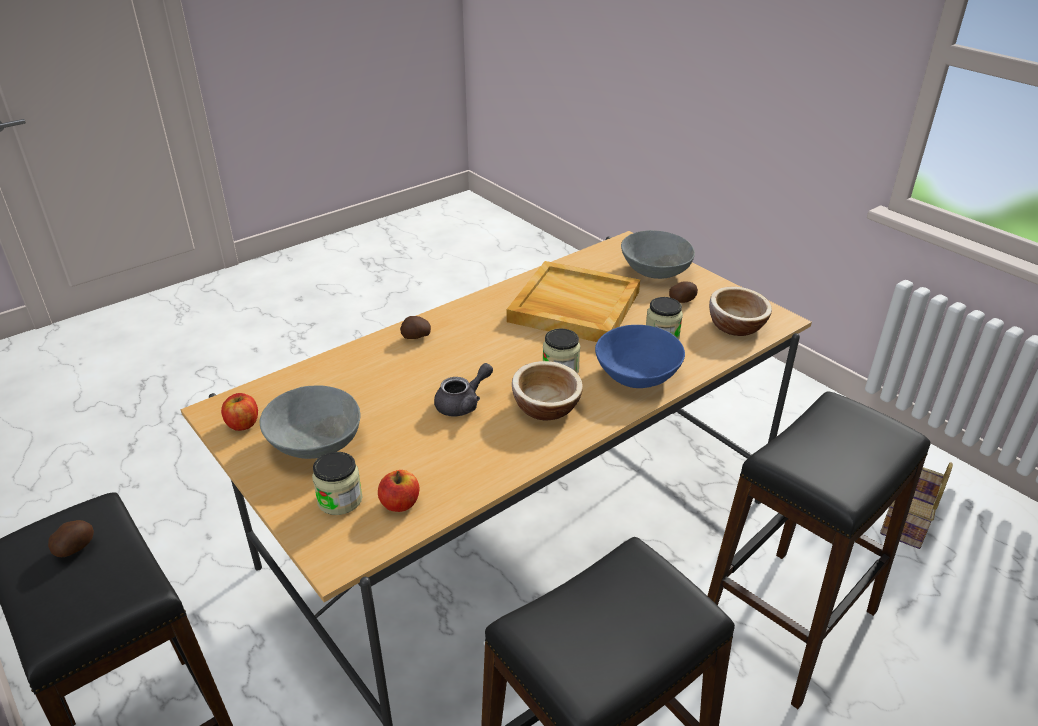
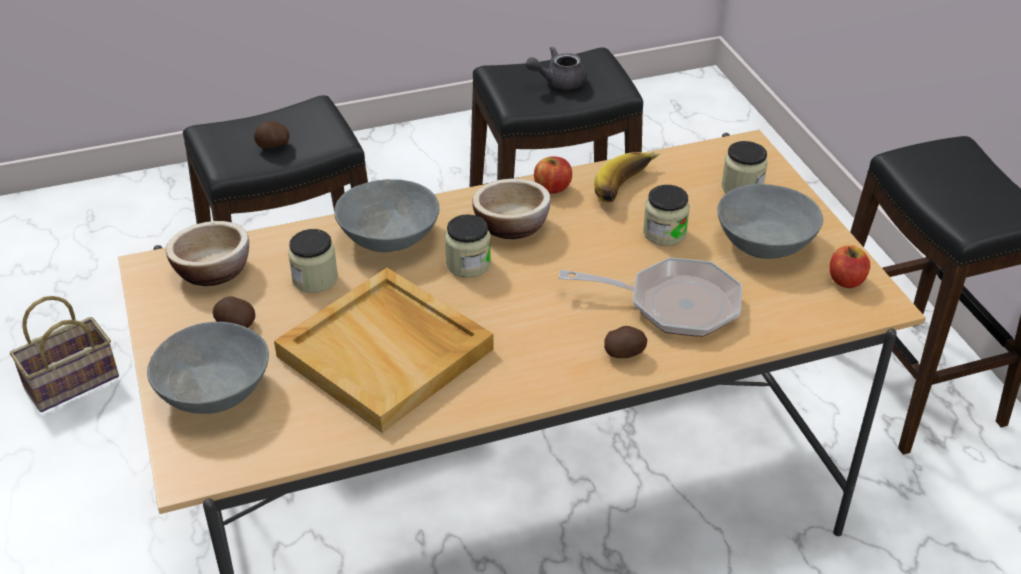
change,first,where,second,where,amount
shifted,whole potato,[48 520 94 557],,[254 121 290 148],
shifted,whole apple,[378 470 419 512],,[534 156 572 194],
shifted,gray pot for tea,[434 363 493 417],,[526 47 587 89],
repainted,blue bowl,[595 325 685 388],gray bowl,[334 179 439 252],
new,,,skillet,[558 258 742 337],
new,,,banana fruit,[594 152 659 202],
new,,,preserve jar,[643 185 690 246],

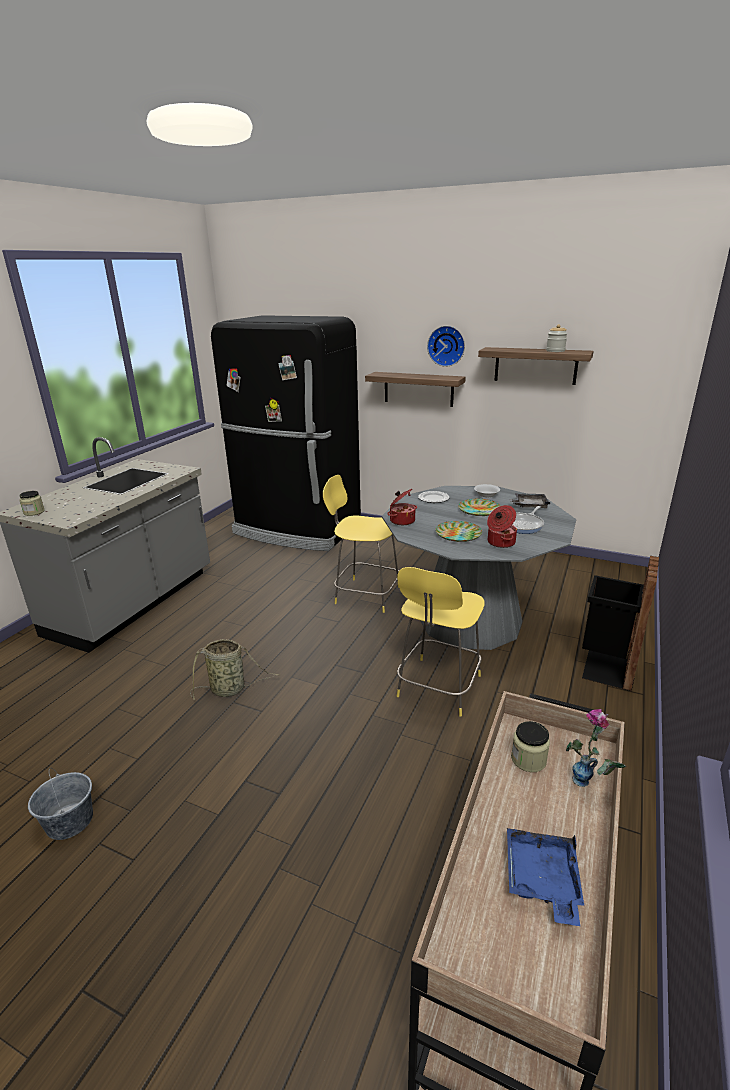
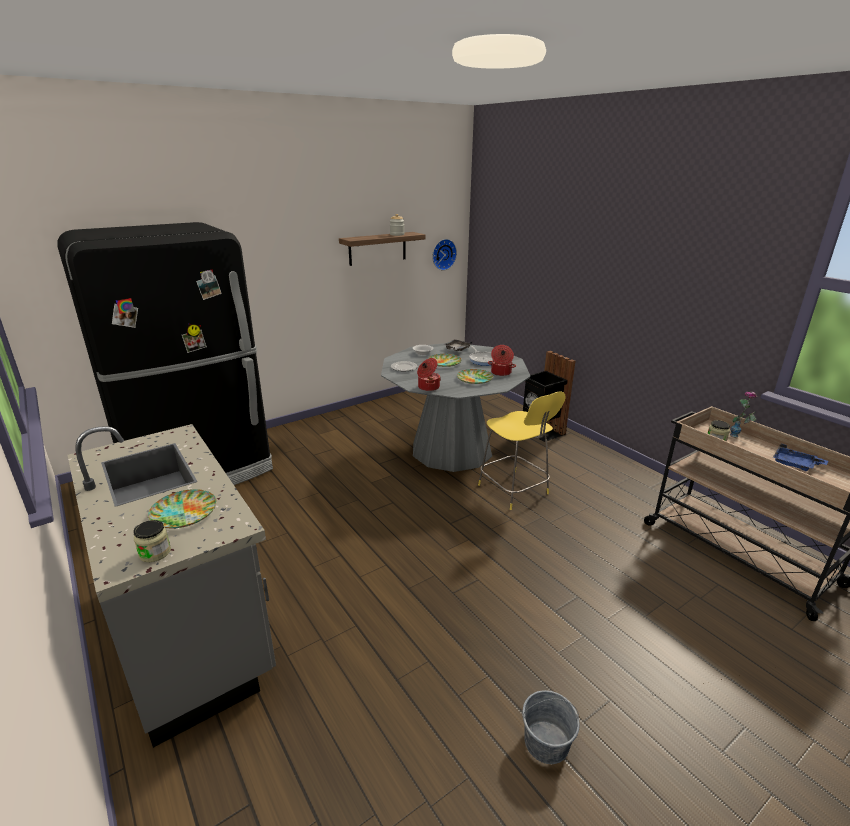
change,first,where,second,where,amount
gone,basket,[190 639 280 700],,,
gone,yellow stool,[323 475 399 613],,,
gone,wall shelf,[365 372 466 407],,,
shifted,hanging clock,[427 326 465 367],,[432 239 457 271],
new,,,plate,[148 489 217 528],

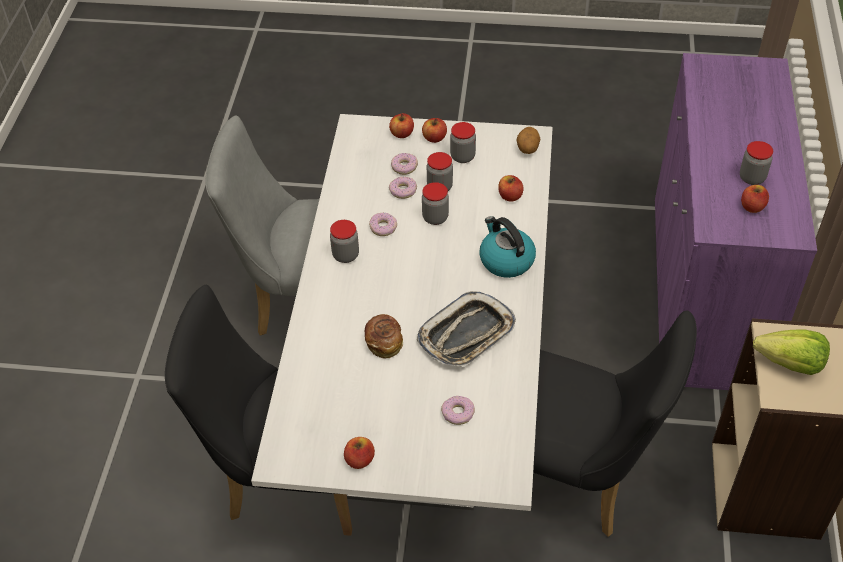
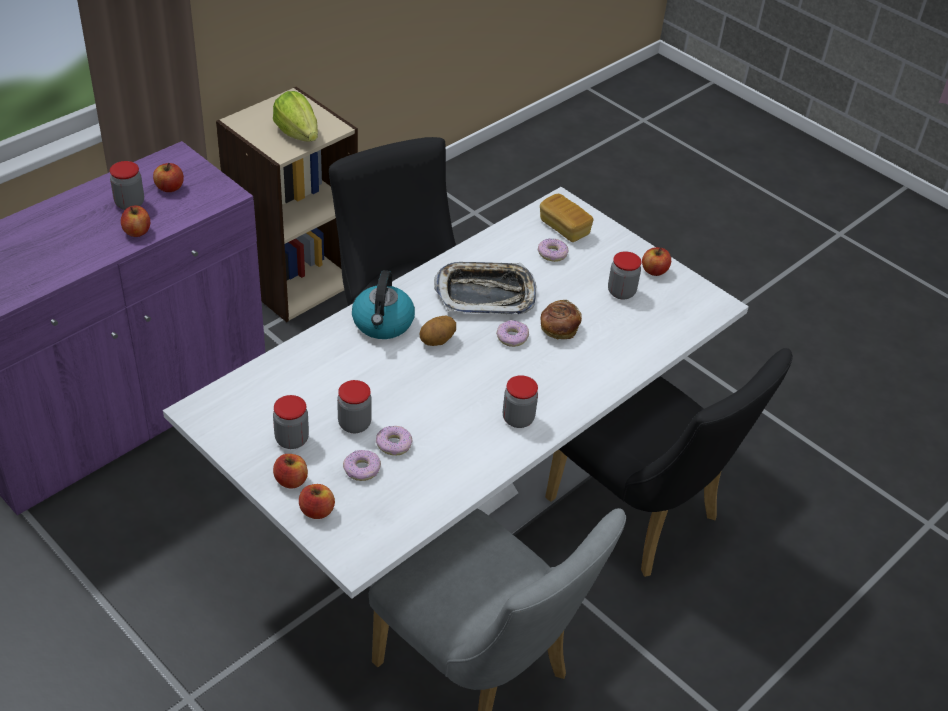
change,first,where,second,where,amount
shifted,ring doughnut,[369 213 397 236],,[496 320 529 347],
shifted,preserve jar,[422 182 449 225],,[608 251 641 300],
shifted,whole apple,[498 175 523 202],,[121 206 150 237],
shifted,whole potato,[516 127 540 154],,[419 316 456 346],
new,,,baked bread,[540 194 593 242],

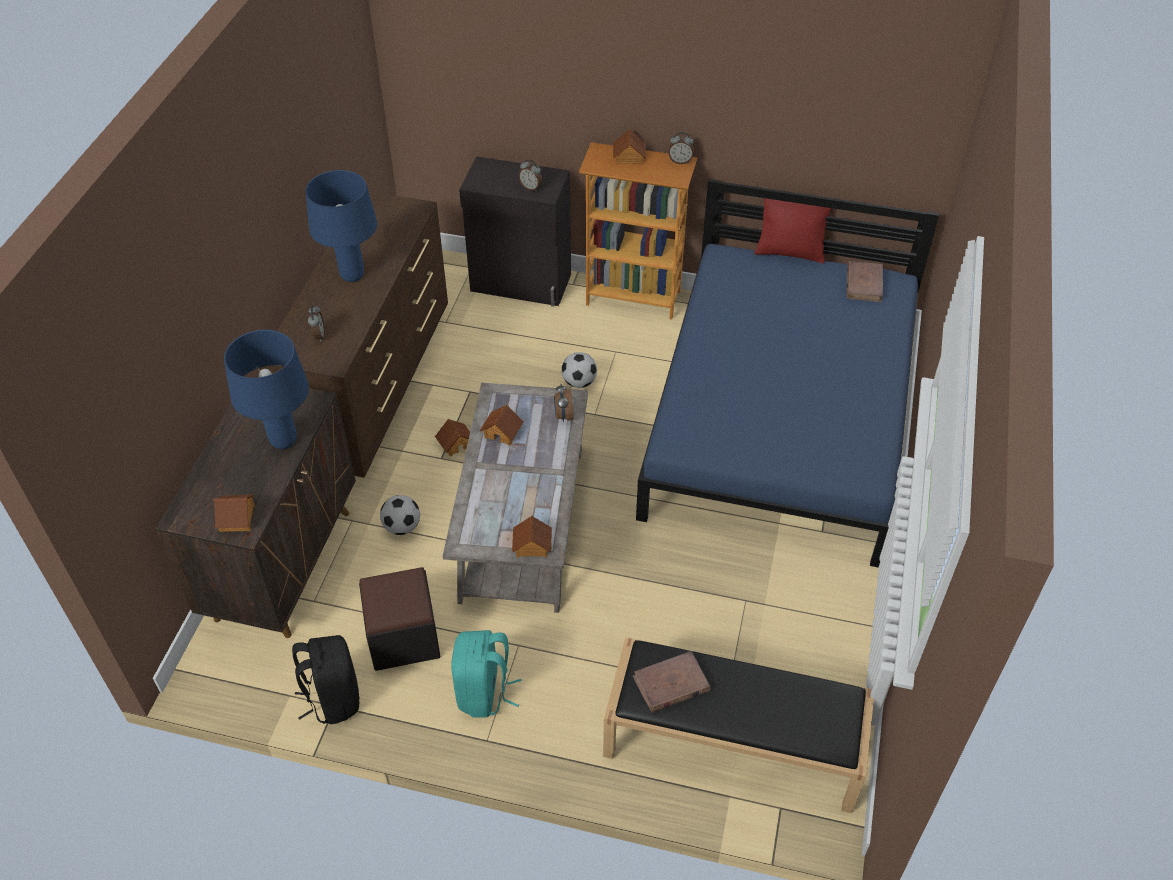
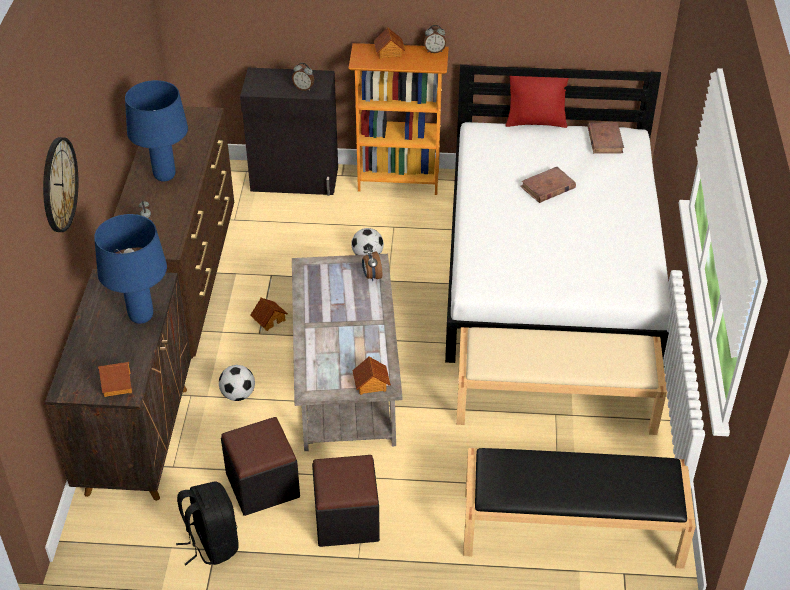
change,first,where,second,where,amount
swapped,turquoise backpack,[451 630 522 718],black ottoman,[312 455 380 547],
gone,miniature house,[480 404 523 446],,,
shifted,brownish bound book,[633 651 711 713],,[520 167 576 203],
repainted,blue bedroom bed,[636 179 939 568],white bedroom bed,[445 64 671 363],
new,,,hanging clock,[43 137 78 232],
new,,,beige bench,[456 327 667 435],

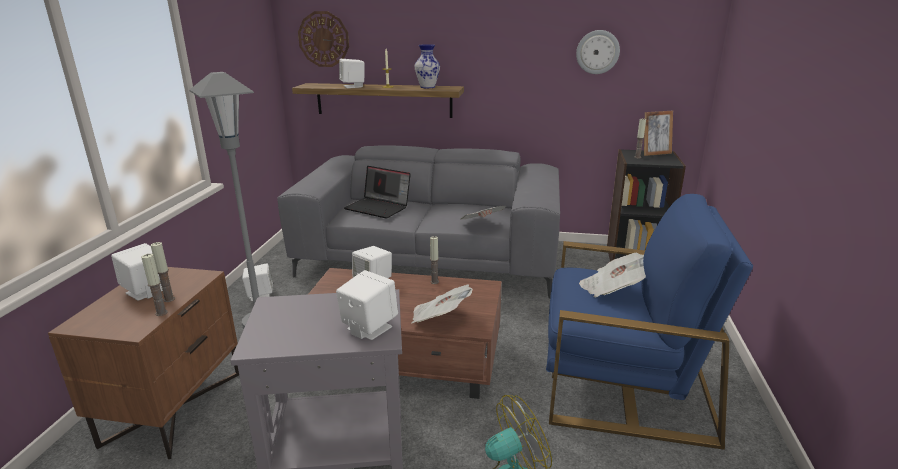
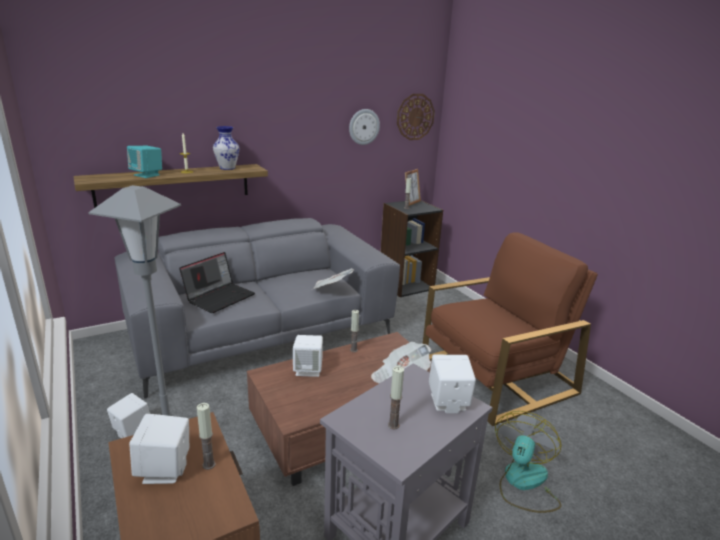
change,first,where,second,where,amount
shifted,candle,[141 254 168 316],,[388 366 404 430],
shifted,hanging clock,[298 11 349 67],,[397 94 435 140],
repainted,white loudspeaker,[339 59 365 88],turquoise loudspeaker,[127 146 162 178],
rotated,notebook computer,[344 166 411 218],,[179 252 255 313],45 degrees counterclockwise
repainted,blue armchair,[546 194 753 450],brownish armchair,[423 232 598 426],
gone,newspaper,[579 253 646 298],,,

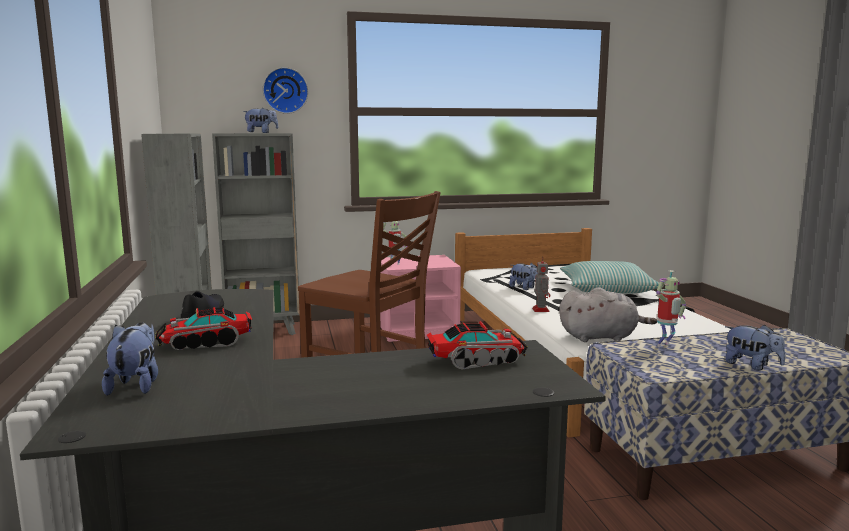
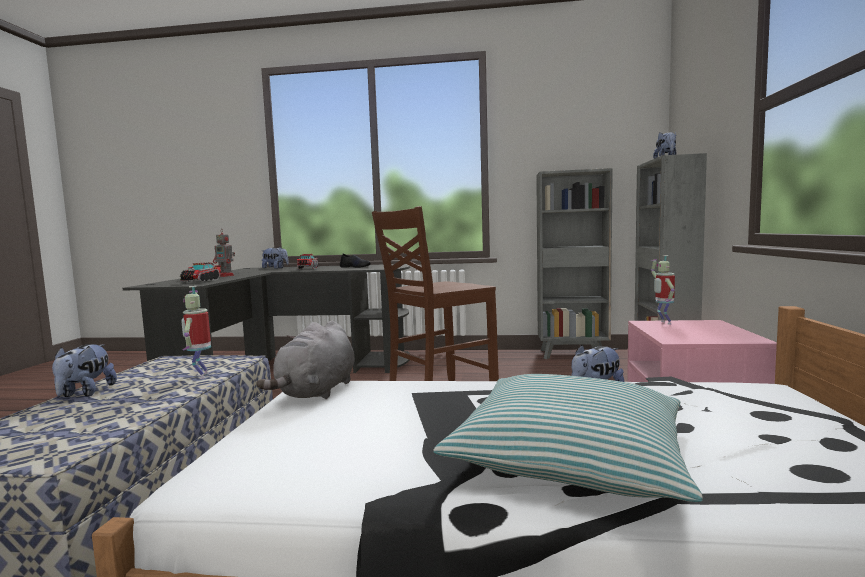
change,first,where,second,where,amount
gone,hanging clock,[263 67 308 114],,,
shifted,model robot,[532 257 550 312],,[213 229 235 277],
rotated,cuddly toy,[725 324 785 370],,[52 344 117 397],60 degrees counterclockwise

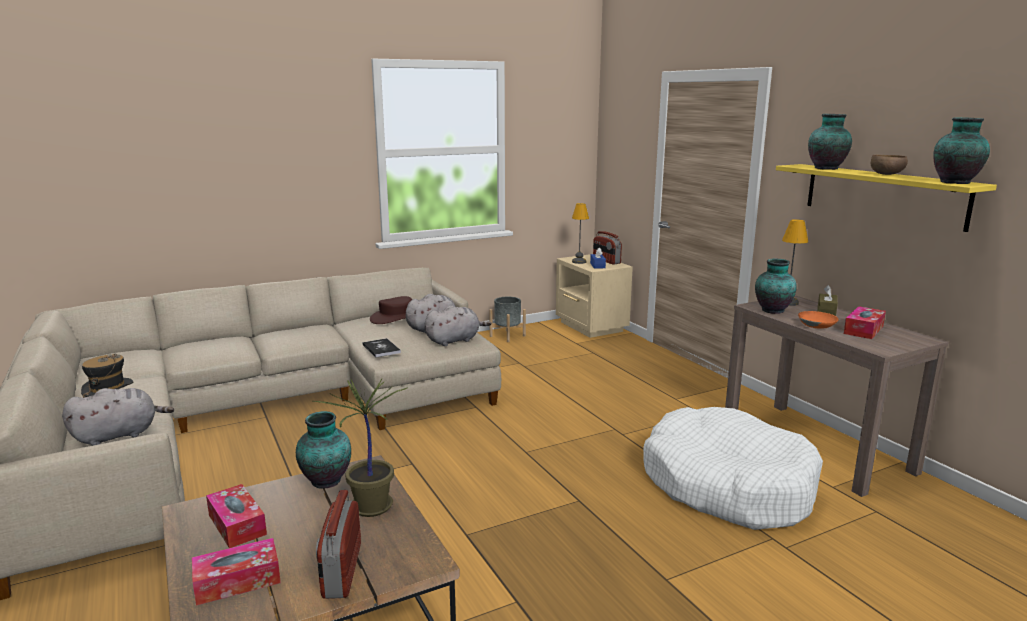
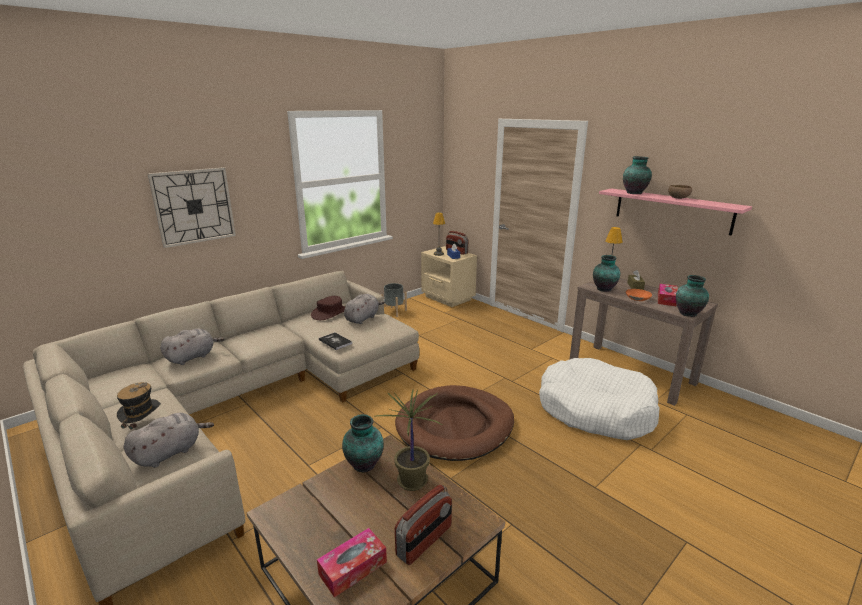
change,first,where,second,where,amount
gone,tissue holder,[206 484 267 548],,,
rotated,radio receiver,[316 490 361 599],,[395 484 452 565],120 degrees counterclockwise
shifted,gray cuddly toy,[425 305 491 346],,[160 328 225 365],
repainted,yellow wall shelf,[776 164 997 232],pink wall shelf,[599 188 752 236],
shifted,decorative vase,[933 117 990 184],,[676 275 709 317],
new,,,hanging clock,[148 167 236 248],
new,,,brownish pet bed,[395 385 514 461],

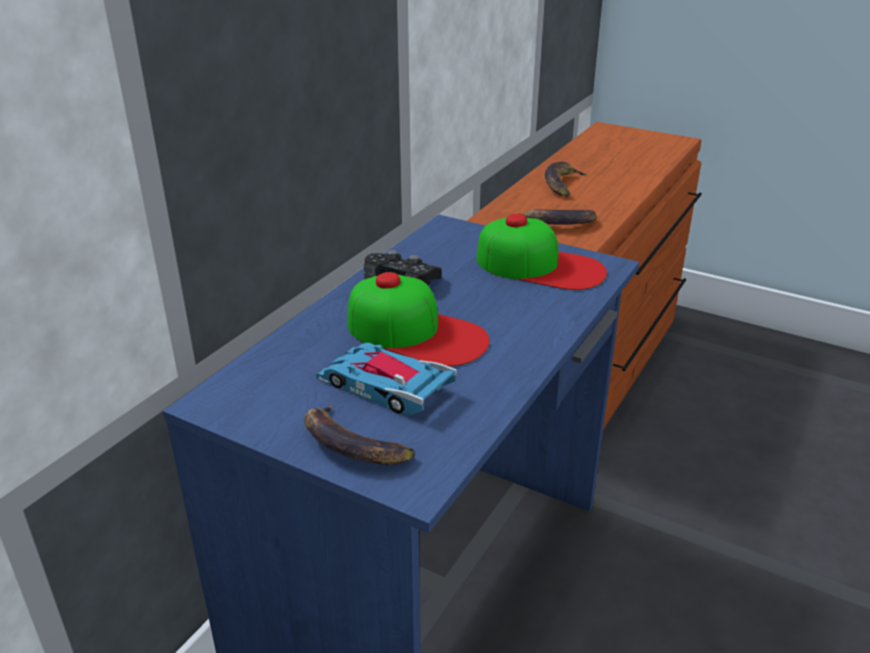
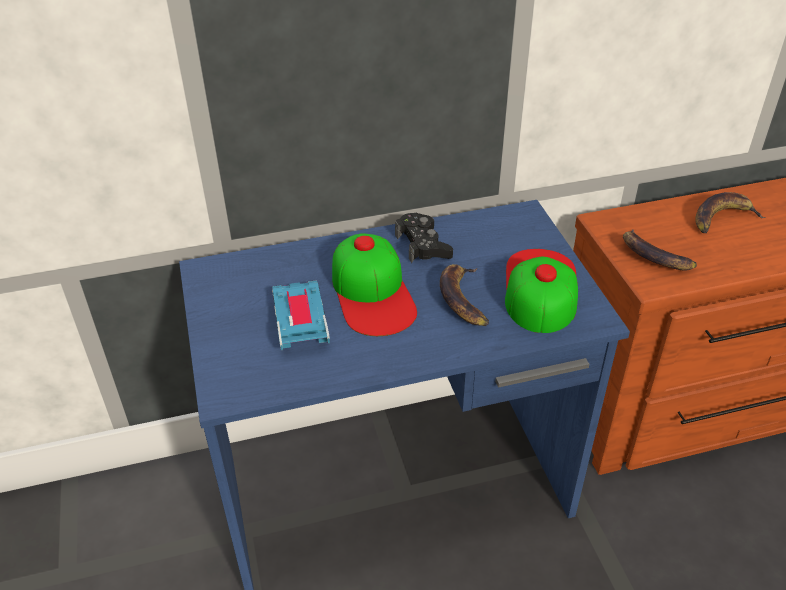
change,first,where,second,where,amount
shifted,banana fruit,[304 403 415 465],,[440 264 489 326],
rotated,peaked cap,[477 214 607 290],,[505 249 578 333],150 degrees counterclockwise

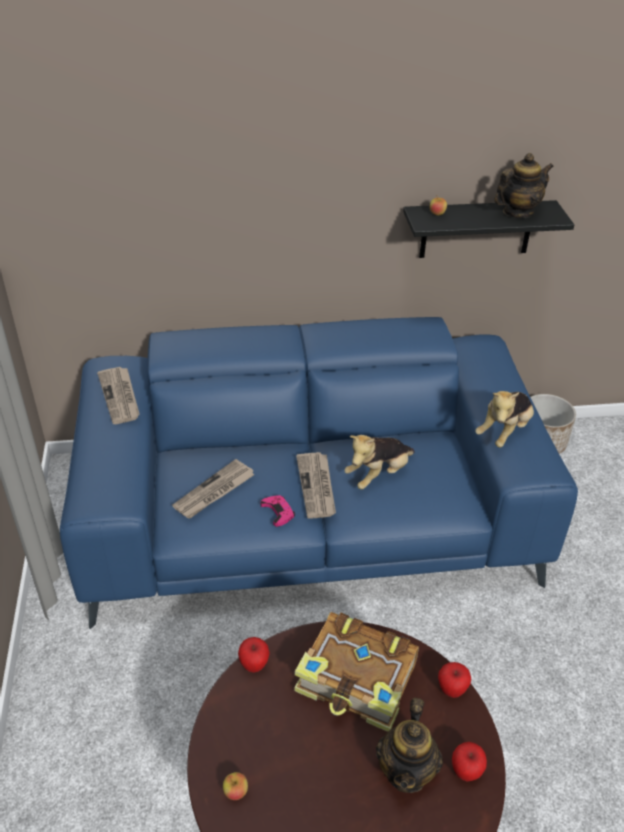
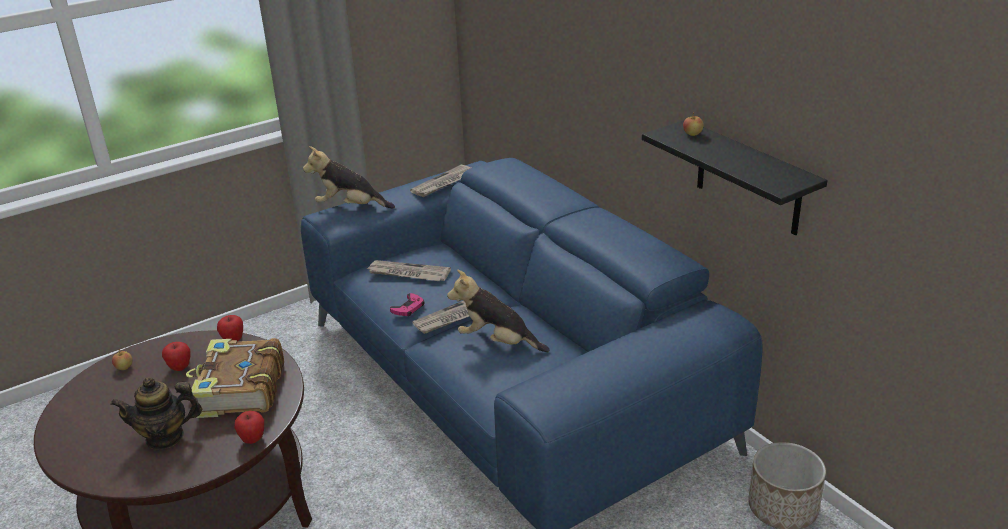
change,first,where,second,where,amount
shifted,whole apple,[452 742 487 781],,[162 342 191 371],
shifted,cuddly toy,[475 391 534 448],,[303 146 395 209],
gone,pot for tea,[494 153 554 218],,,

